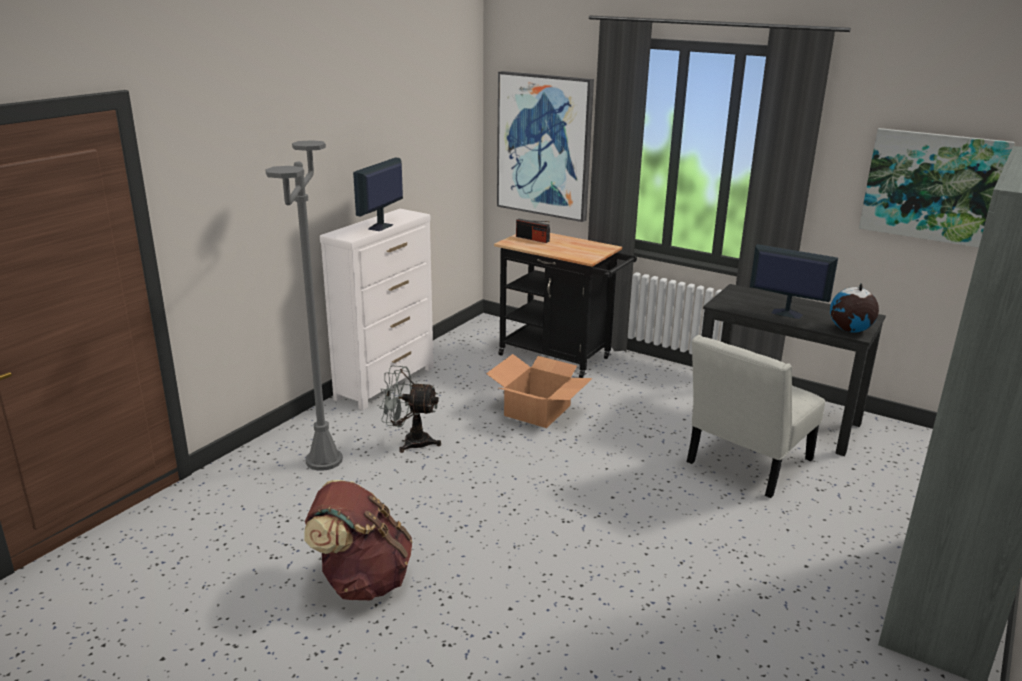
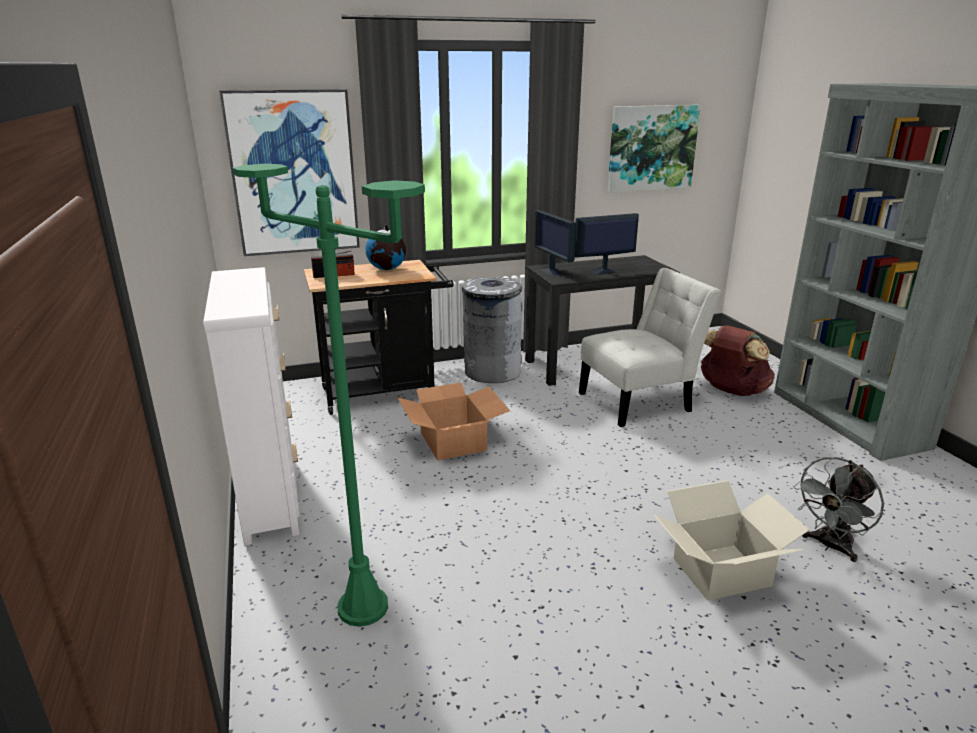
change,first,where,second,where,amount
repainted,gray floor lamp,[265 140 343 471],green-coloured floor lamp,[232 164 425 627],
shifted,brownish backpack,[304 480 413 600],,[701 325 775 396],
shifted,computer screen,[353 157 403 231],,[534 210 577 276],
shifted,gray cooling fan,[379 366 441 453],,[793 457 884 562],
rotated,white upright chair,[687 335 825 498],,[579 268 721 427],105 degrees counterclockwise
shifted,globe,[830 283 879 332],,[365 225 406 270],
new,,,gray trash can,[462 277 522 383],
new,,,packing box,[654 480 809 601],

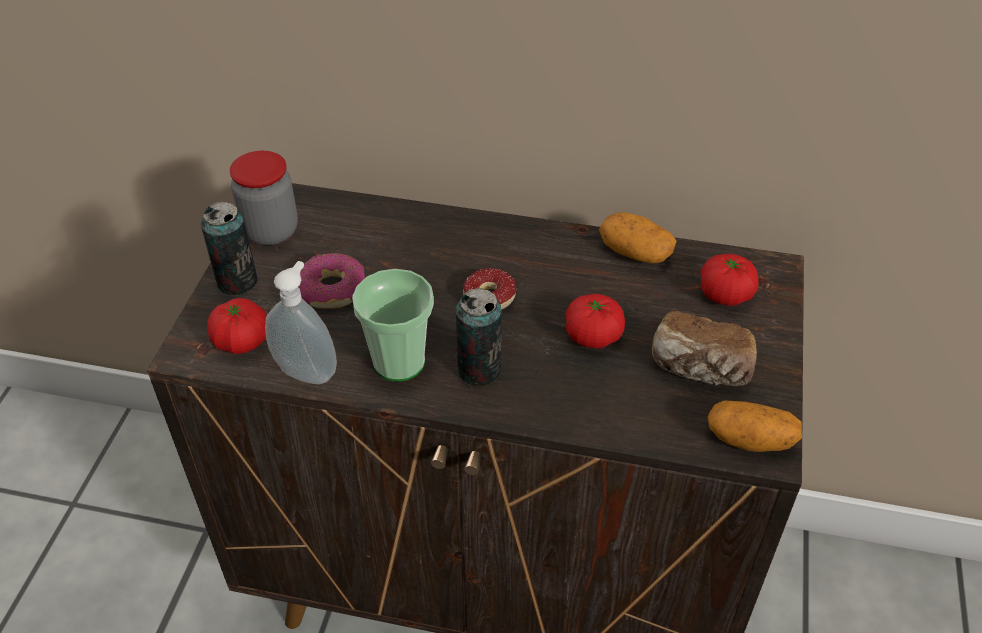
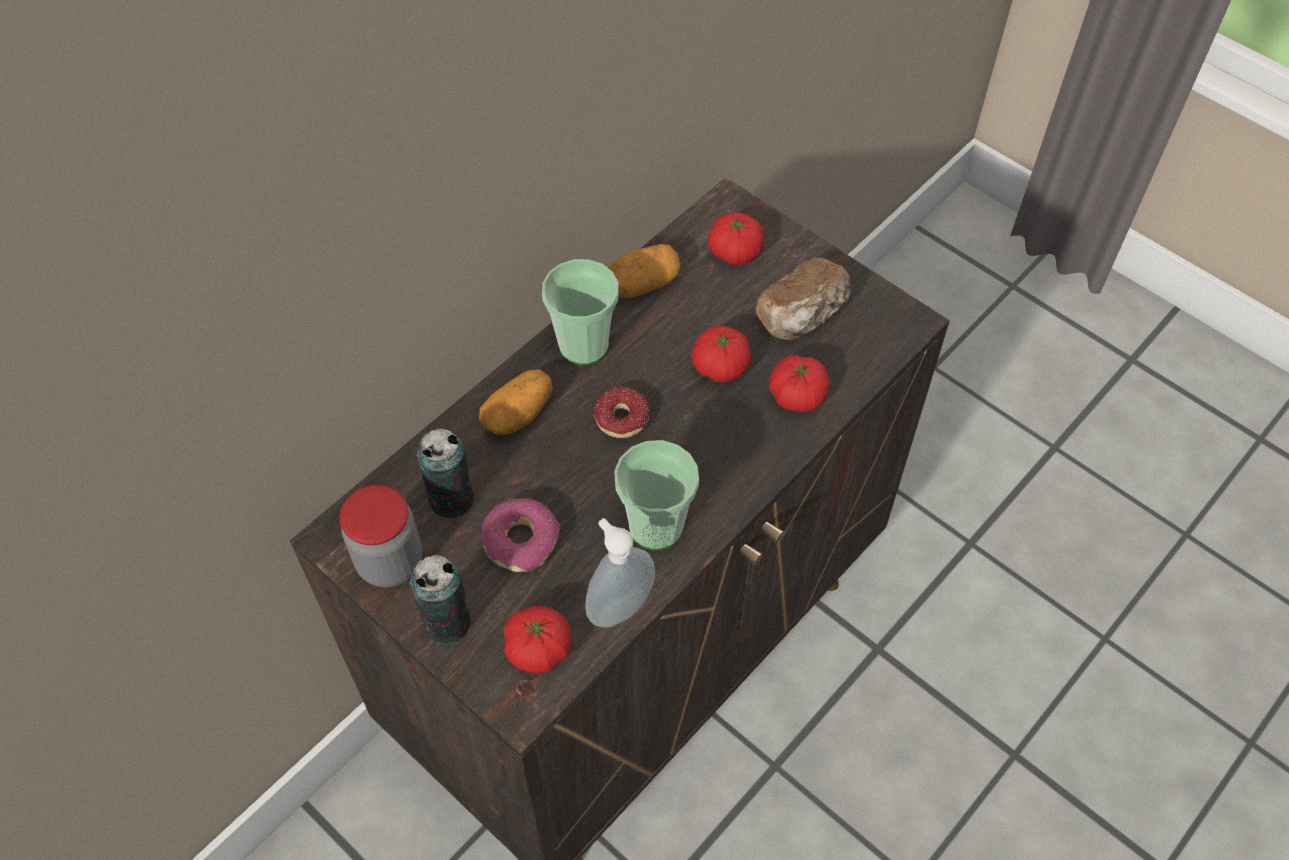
change,first,where,second,where,amount
shifted,can,[456 288 502 386],,[416 429 474 519],
shifted,whole potato,[708 401 802 452],,[479 369 553 435],
new,,,drinking cup,[542 259 619 365],
new,,,whole tomato,[769 355 830 412],

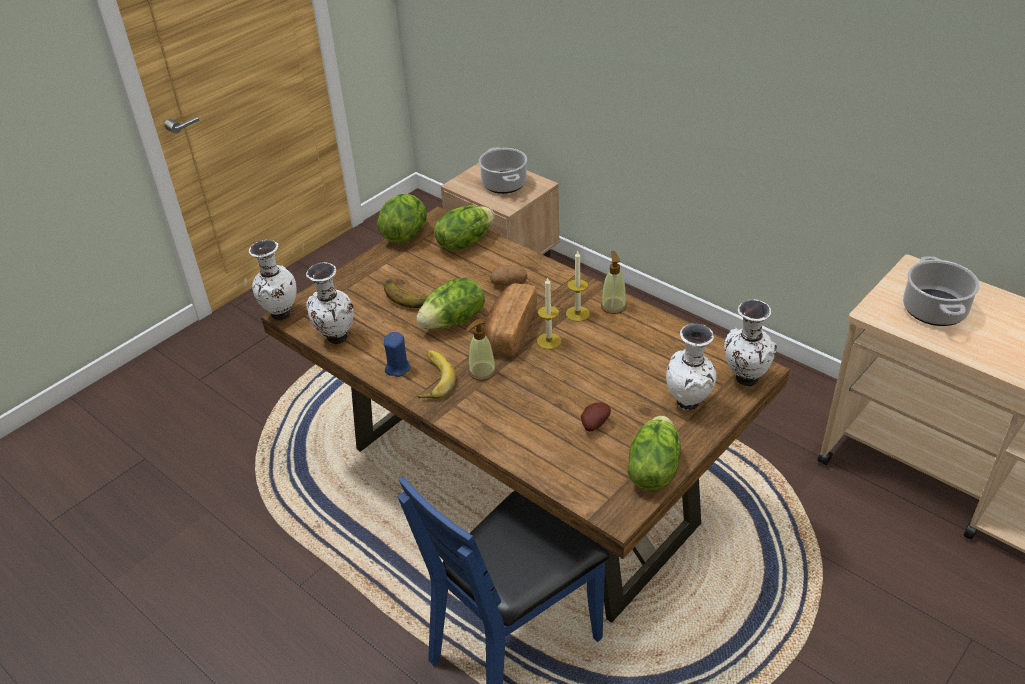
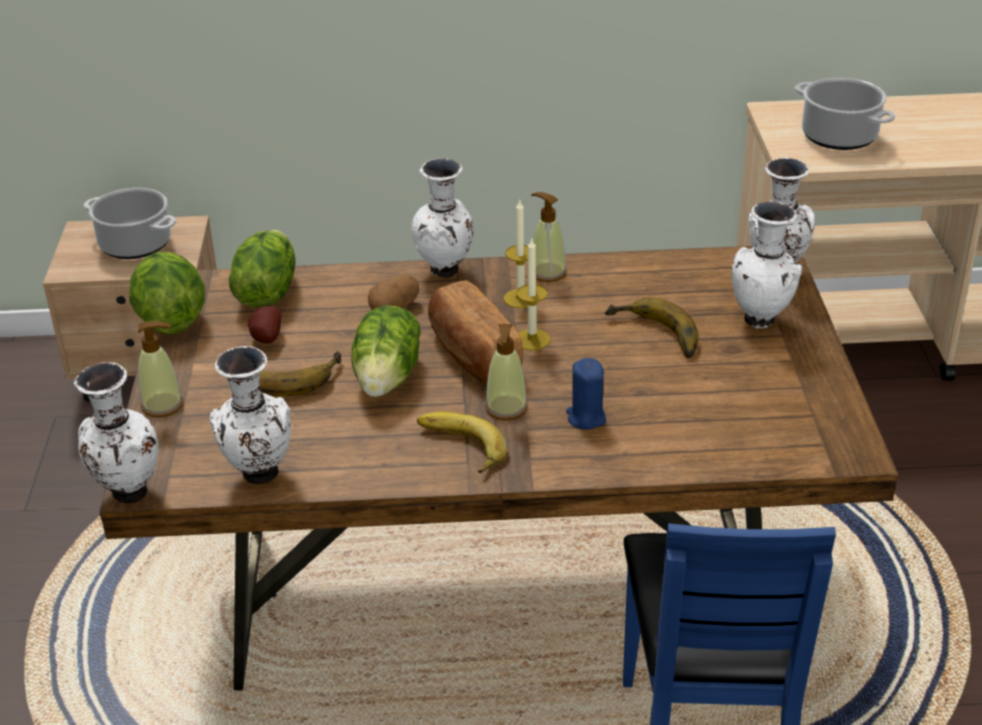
change,first,where,second,where,amount
shifted,blue candle,[384 332 411 377],,[566 358 606 430],
shifted,whole potato,[581 402 611 432],,[248 305 281 343],
gone,head of lettuce,[627 415 681 490],,,
new,,,soap bottle,[138 321 183 418],
new,,,white decorative vase,[412 158 474 278],
new,,,banana fruit,[605 297 698 358],

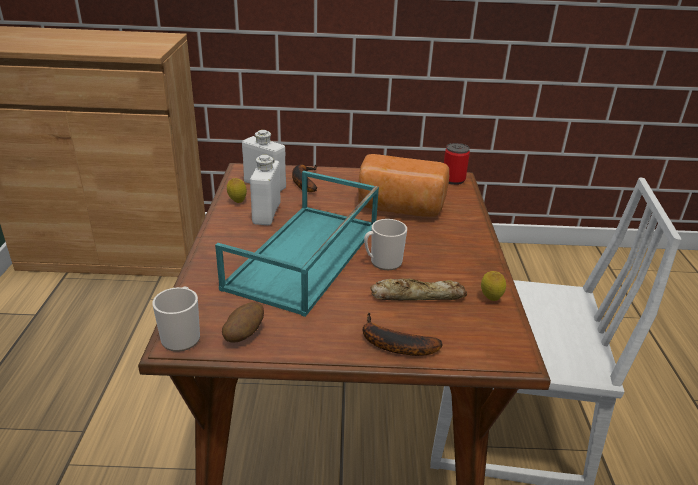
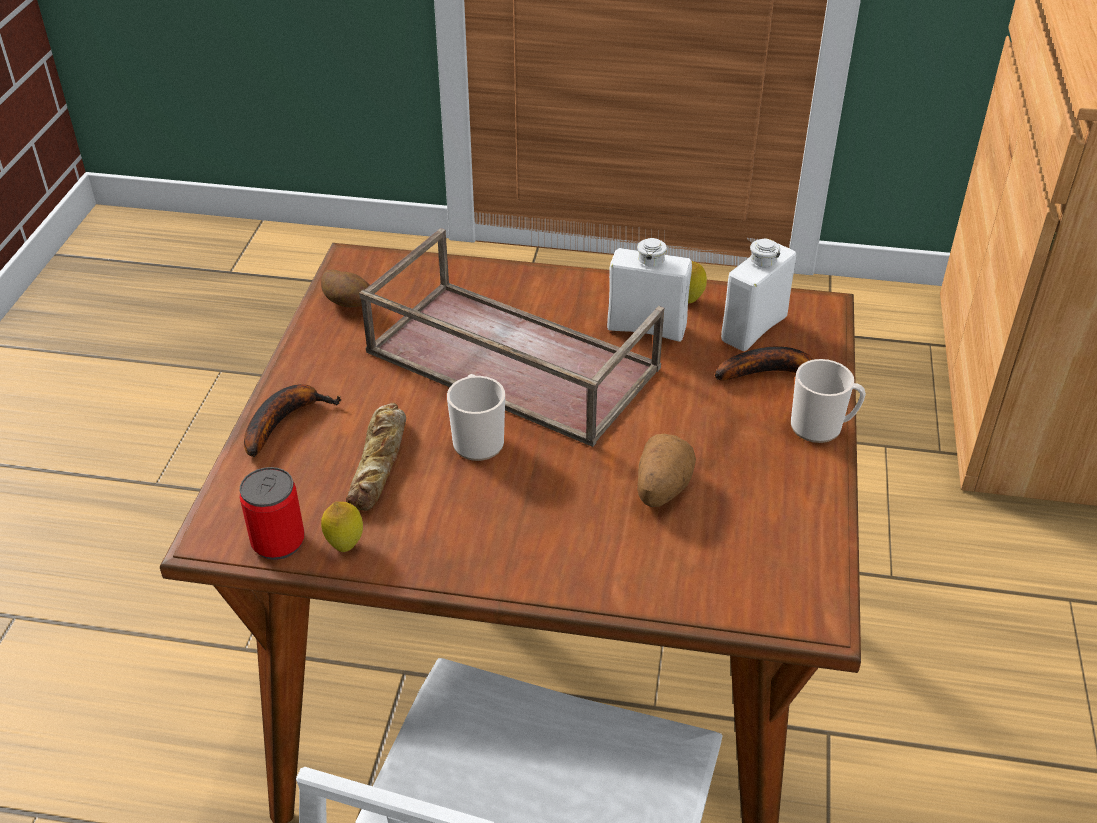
change,first,where,second,where,amount
shifted,tea mug,[152 287 200 352],,[791 359 866 443],
repainted,turquoise carrying tray,[215 171 379 317],brownish carrying tray,[359 228 664 447],
swapped,baked bread,[358 154 449 217],whole potato,[637 434 696 507],
shifted,can,[444 143 470 185],,[240 467 305 560],

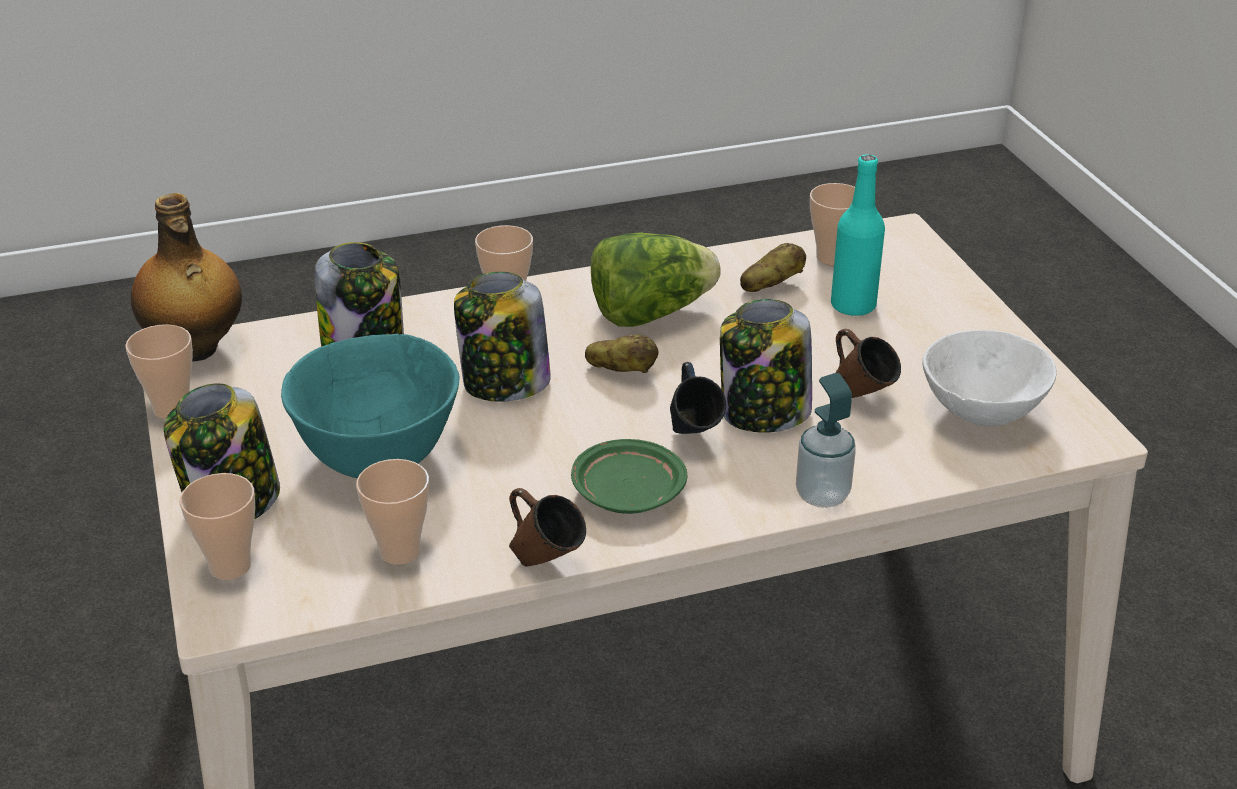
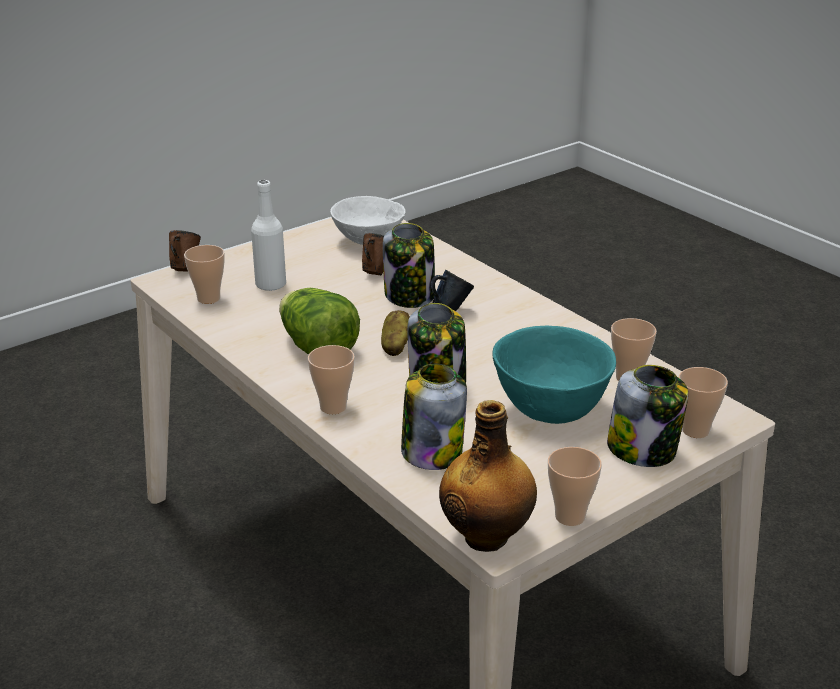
change,first,where,second,where,amount
shifted,brownish tea mug,[509 488 586 567],,[169 230 201 272],
gone,green-coloured plate,[571 439 687 514],,,
gone,whole potato,[740 243 806 292],,,
gone,soap bottle,[796 373 856 508],,,
repainted,turquoise bottle,[831 154 885 316],white bottle,[251 180 286 291],

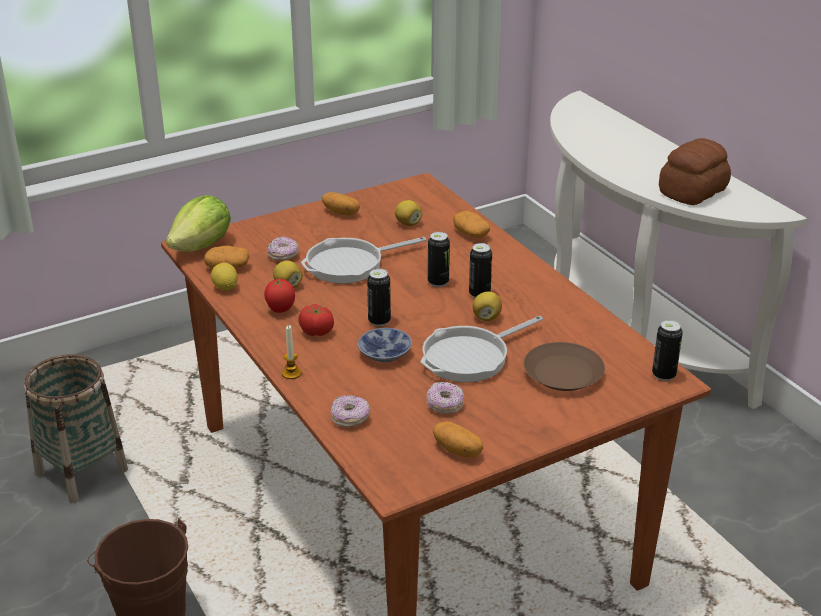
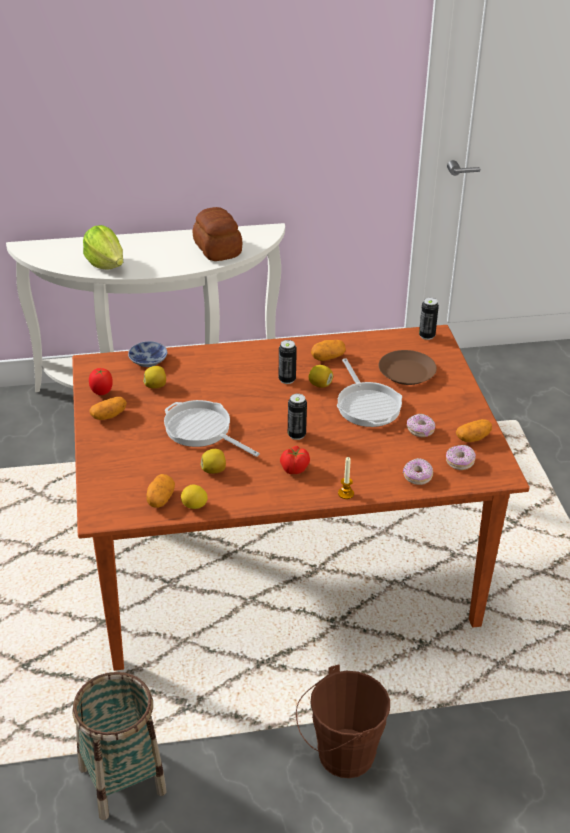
change,first,where,second,where,amount
shifted,head of lettuce,[166 195 231 252],,[83 225 123 269],
shifted,whole tomato,[264 279 295 313],,[89 368 113 395],
shifted,ring doughnut,[268 237 299 261],,[446 445 476 470],
rotated,skillet,[301 237 426 284],,[164 400 260 457],135 degrees clockwise
shifted,bowl,[358 328 412 362],,[128 341 167 367],
gone,can,[428 232 450 287],,,
shifted,whole potato,[453 211 490 238],,[311 340 346 361],

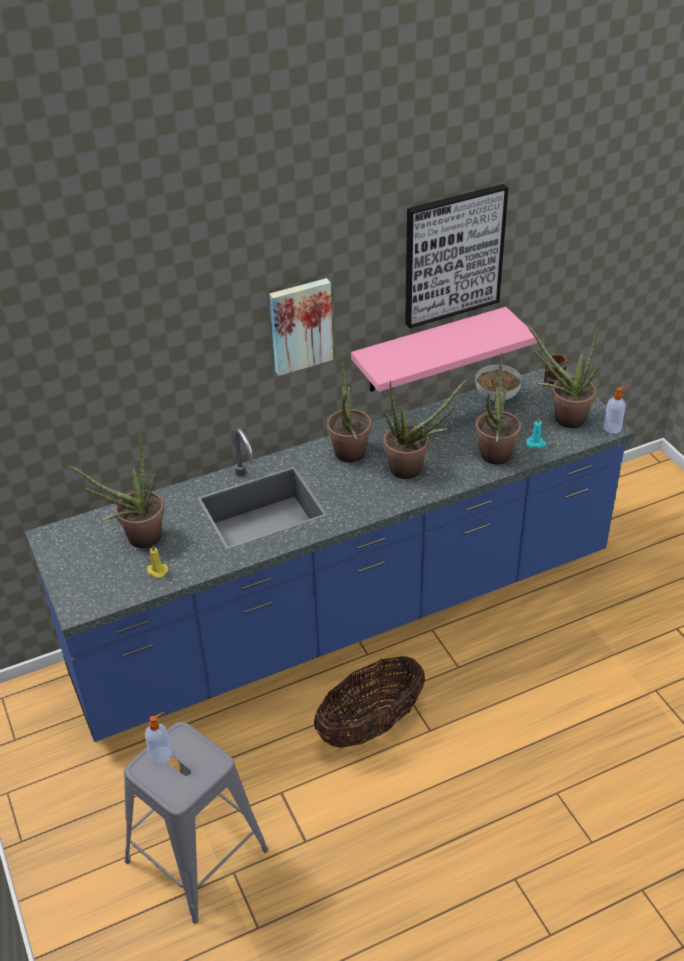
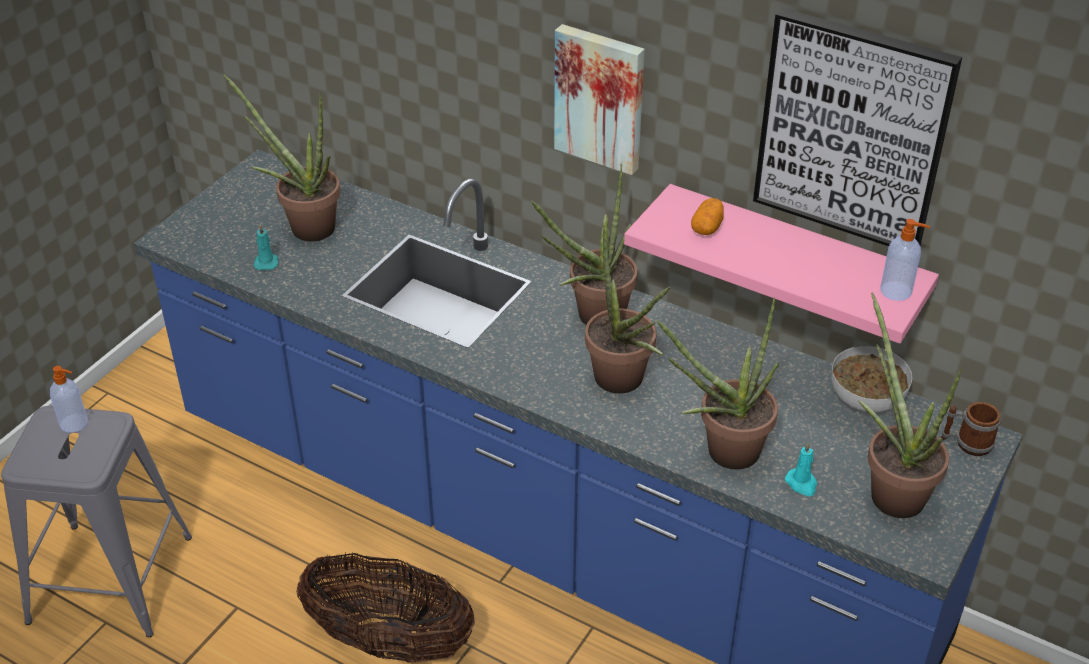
change,first,where,second,where,amount
repainted,yellow candle,[147 544 168 578],turquoise candle,[253 224 279 270],
shifted,soap bottle,[603 385 628 434],,[880 219 930 301],
new,,,whole potato,[691 198 724 235],

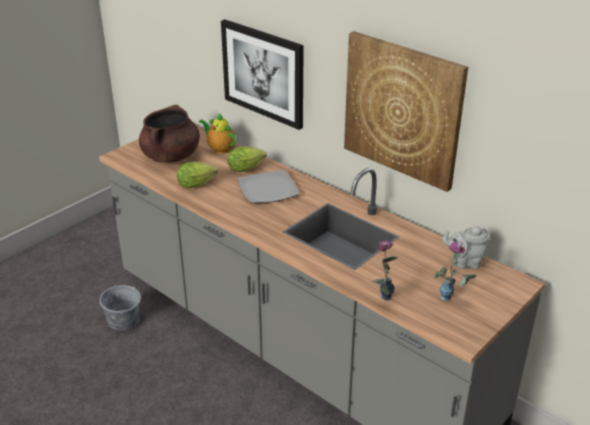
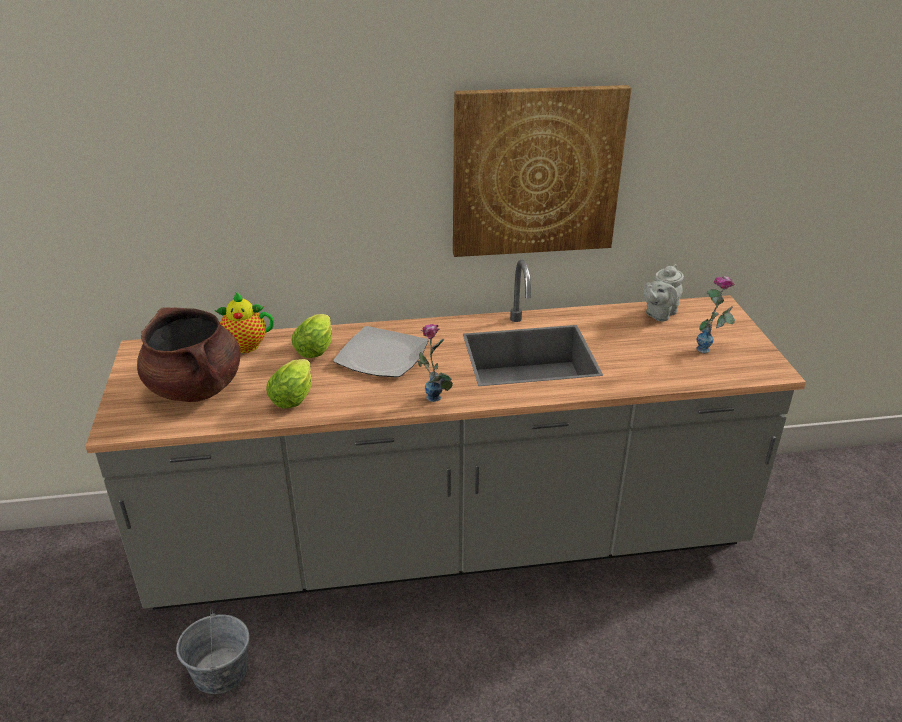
change,first,where,second,where,amount
gone,wall picture,[221 19 304 130],,,
shifted,decorative vase,[371 241 398 300],,[418 324 453 402],

